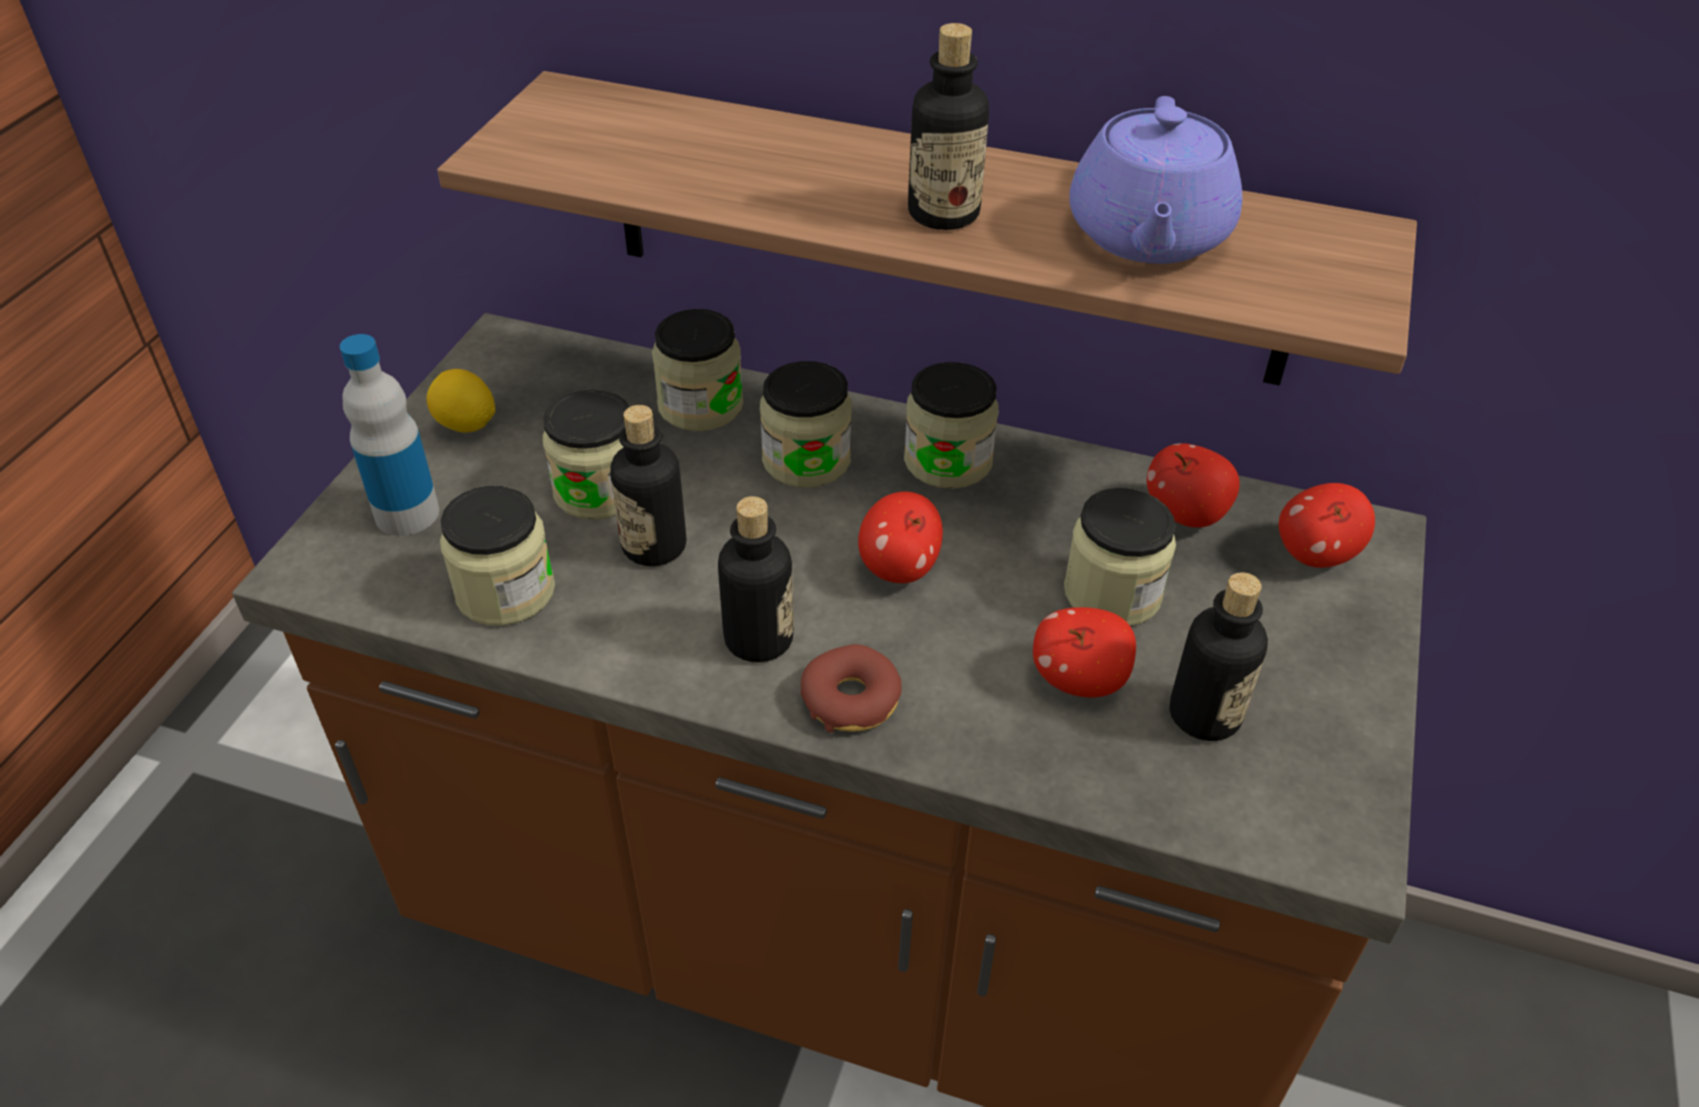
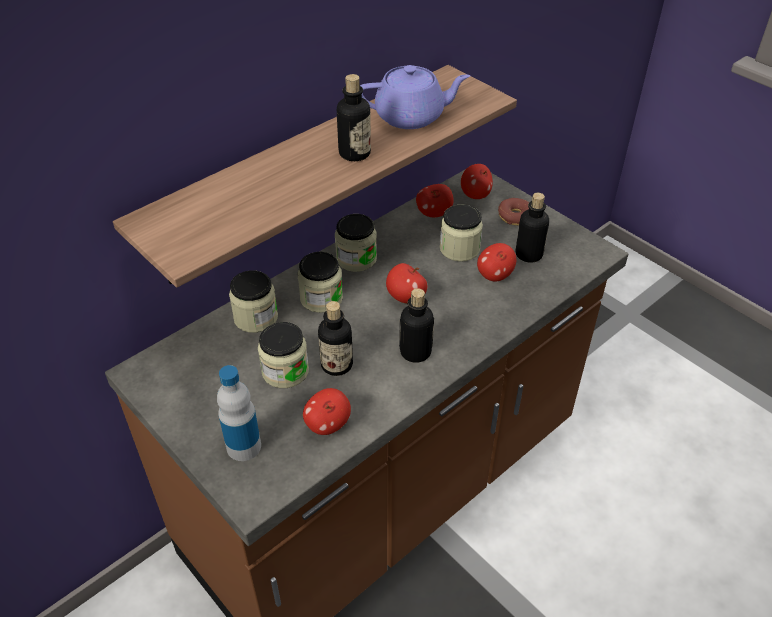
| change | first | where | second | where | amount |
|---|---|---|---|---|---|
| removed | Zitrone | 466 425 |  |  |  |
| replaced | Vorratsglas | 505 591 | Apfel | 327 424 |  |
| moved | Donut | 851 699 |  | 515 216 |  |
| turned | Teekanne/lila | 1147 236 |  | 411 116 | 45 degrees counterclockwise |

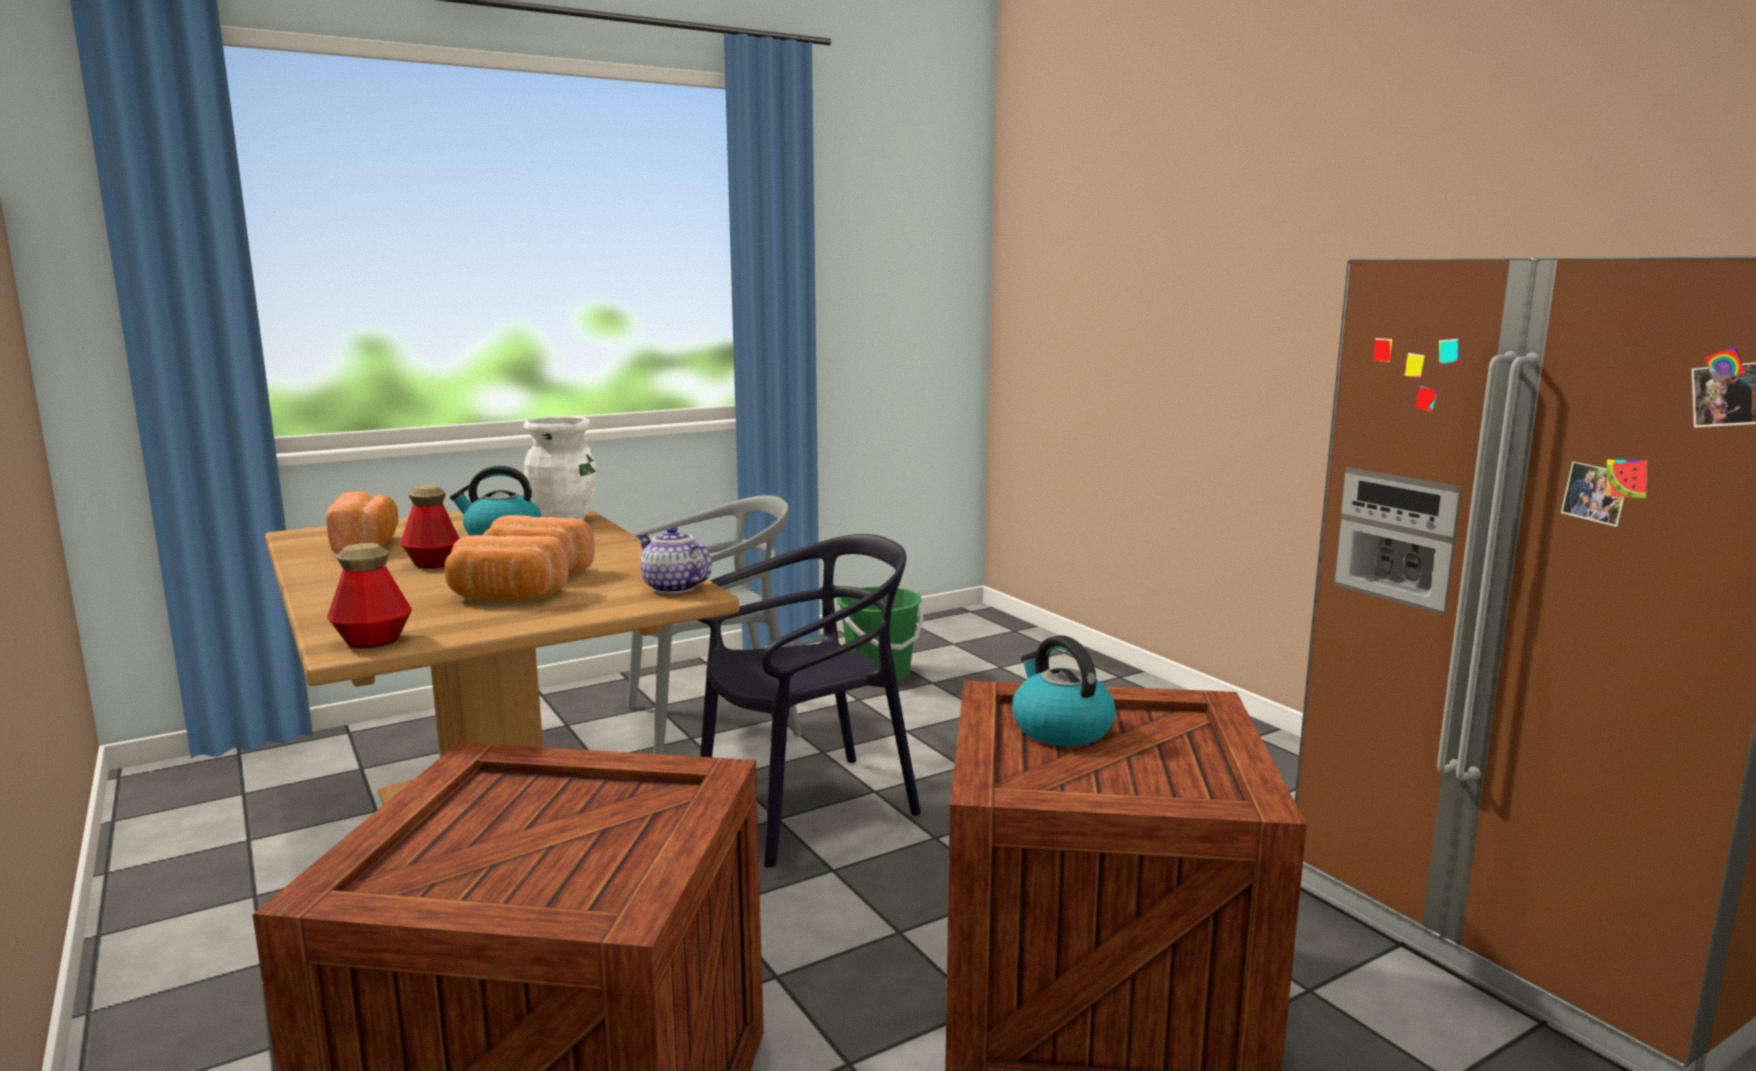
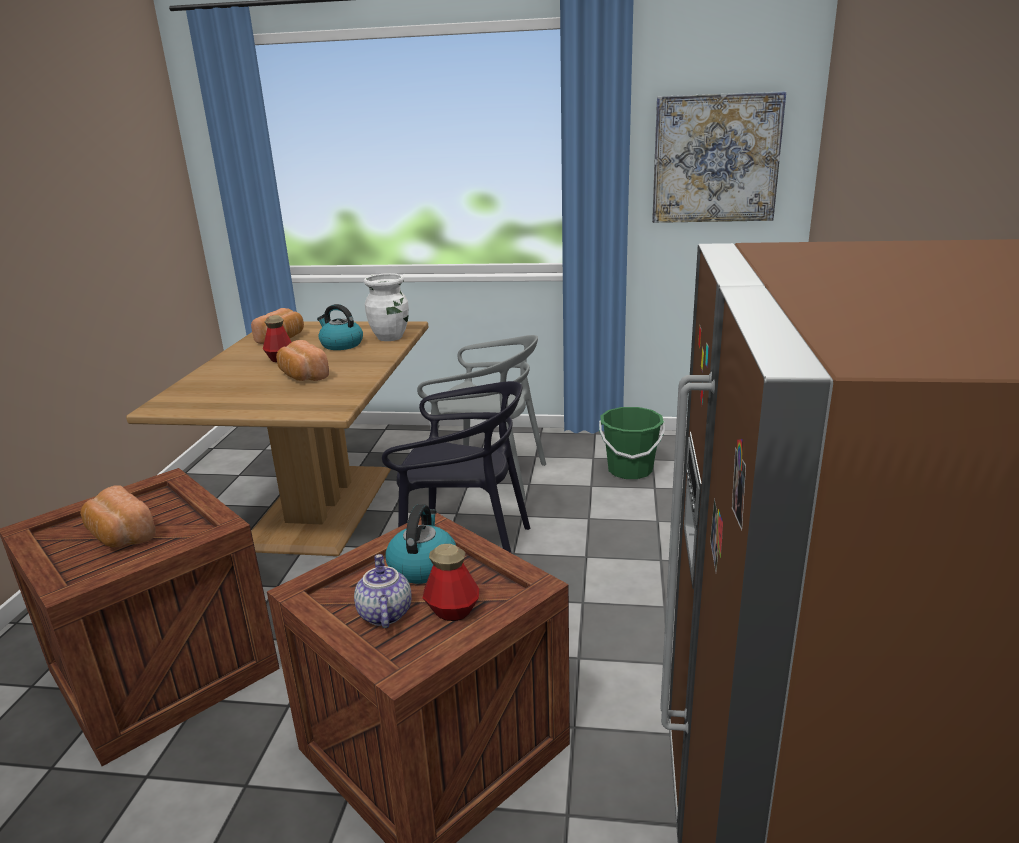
| change | first | where | second | where | amount |
|---|---|---|---|---|---|
| moved | Flasche | 373 641 |  | 452 611 |  |
| moved | Brot | 505 596 |  | 119 536 |  |
| moved | Teekanne | 672 588 |  | 383 614 |  |
| added |  |  | Bild | 715 159 |  |

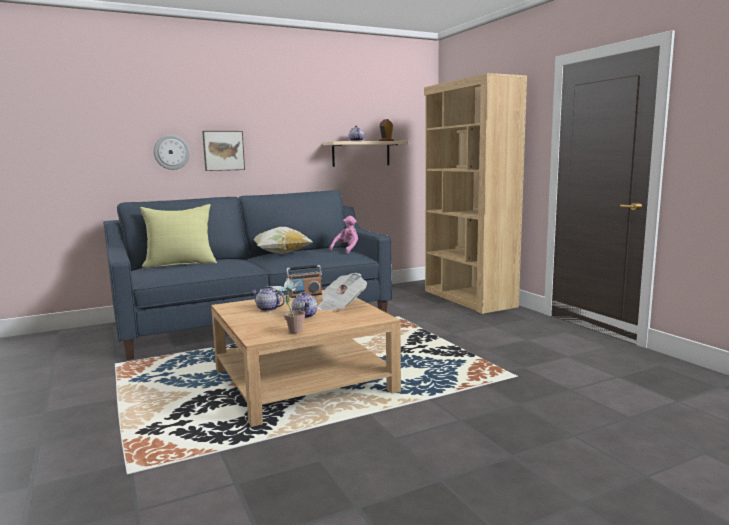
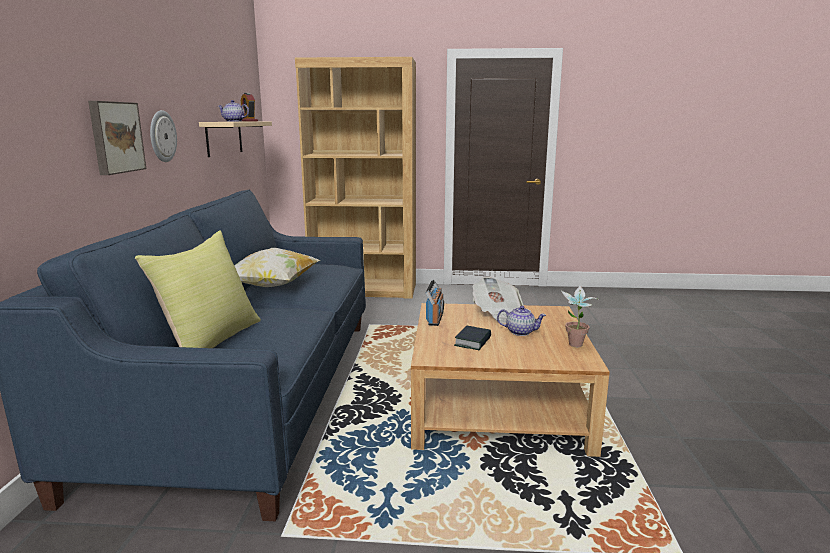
| change | first | where | second | where | amount |
|---|---|---|---|---|---|
| moved | Wanduhr | 171 152 |  | 162 136 |  |
| replaced | Teekanne | 268 309 | Buch | 473 342 |  |
| removed | Plüschtier/rosa | 347 250 |  |  |  |

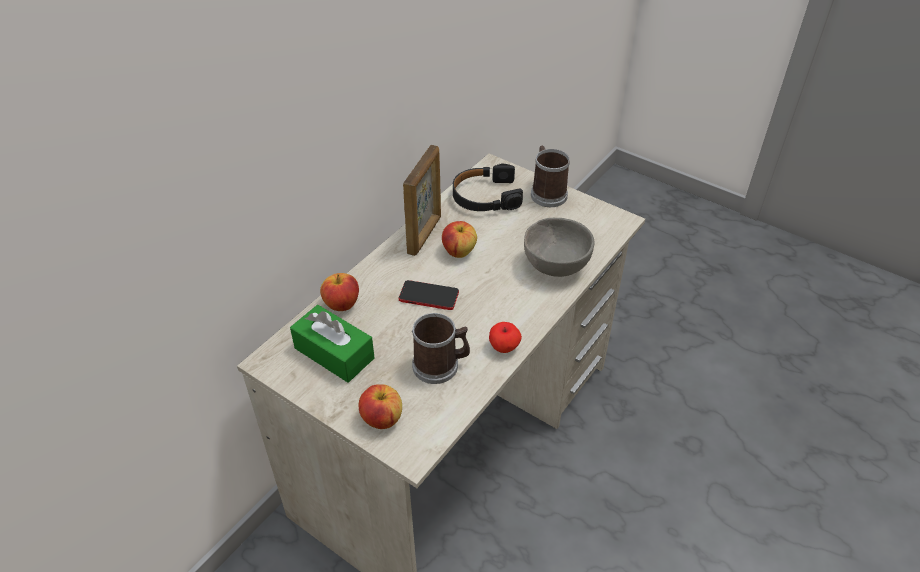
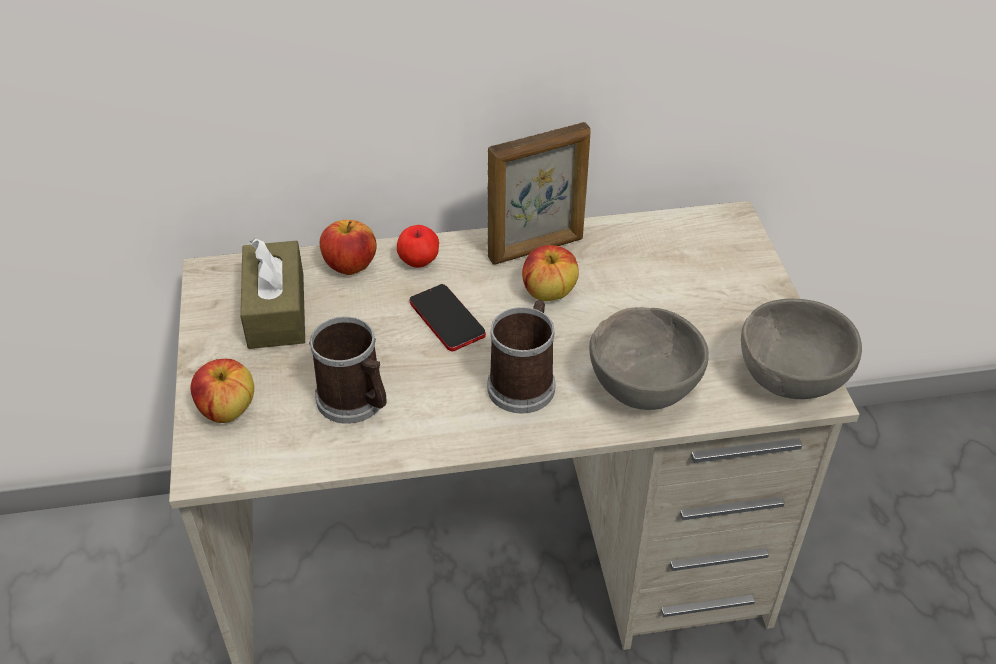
| change | first | where | second | where | amount |
|---|---|---|---|---|---|
| recoloured | Taschentuchbox/grün | 334 353 | Taschentuchbox/braun | 276 310 |  |
| removed | Kopfhörer/schwarz | 485 197 |  |  |  |
| moved | Apfel | 504 347 |  | 419 262 |  |
| moved | Henkelbecher | 547 193 |  | 524 382 |  |
| added |  |  | Schüssel/grau | 789 377 |  |

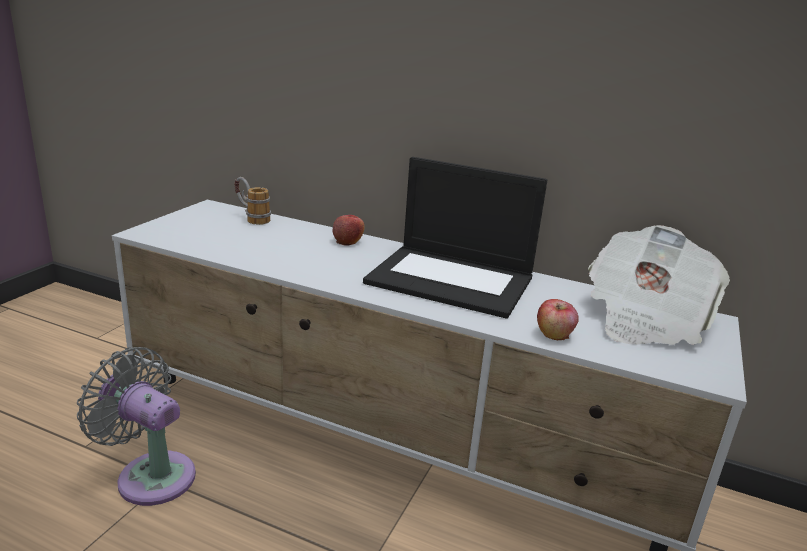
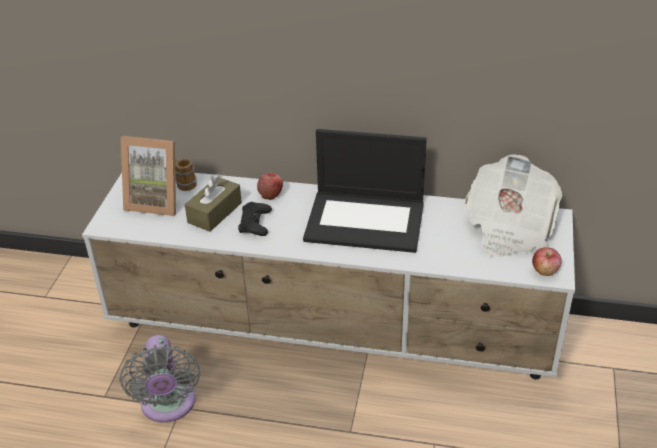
| change | first | where | second | where | amount |
|---|---|---|---|---|---|
| turned | Ventilator/grau | 151 475 |  | 168 406 | 120 degrees counterclockwise |
| moved | Apfel | 554 334 |  | 545 270 |  |
| added |  |  | Bilderrahmen | 156 201 |  |
| added |  |  | Taschentuchbox/braun | 214 213 |  |
| added |  |  | Gamepad/schwarz | 255 223 |  |

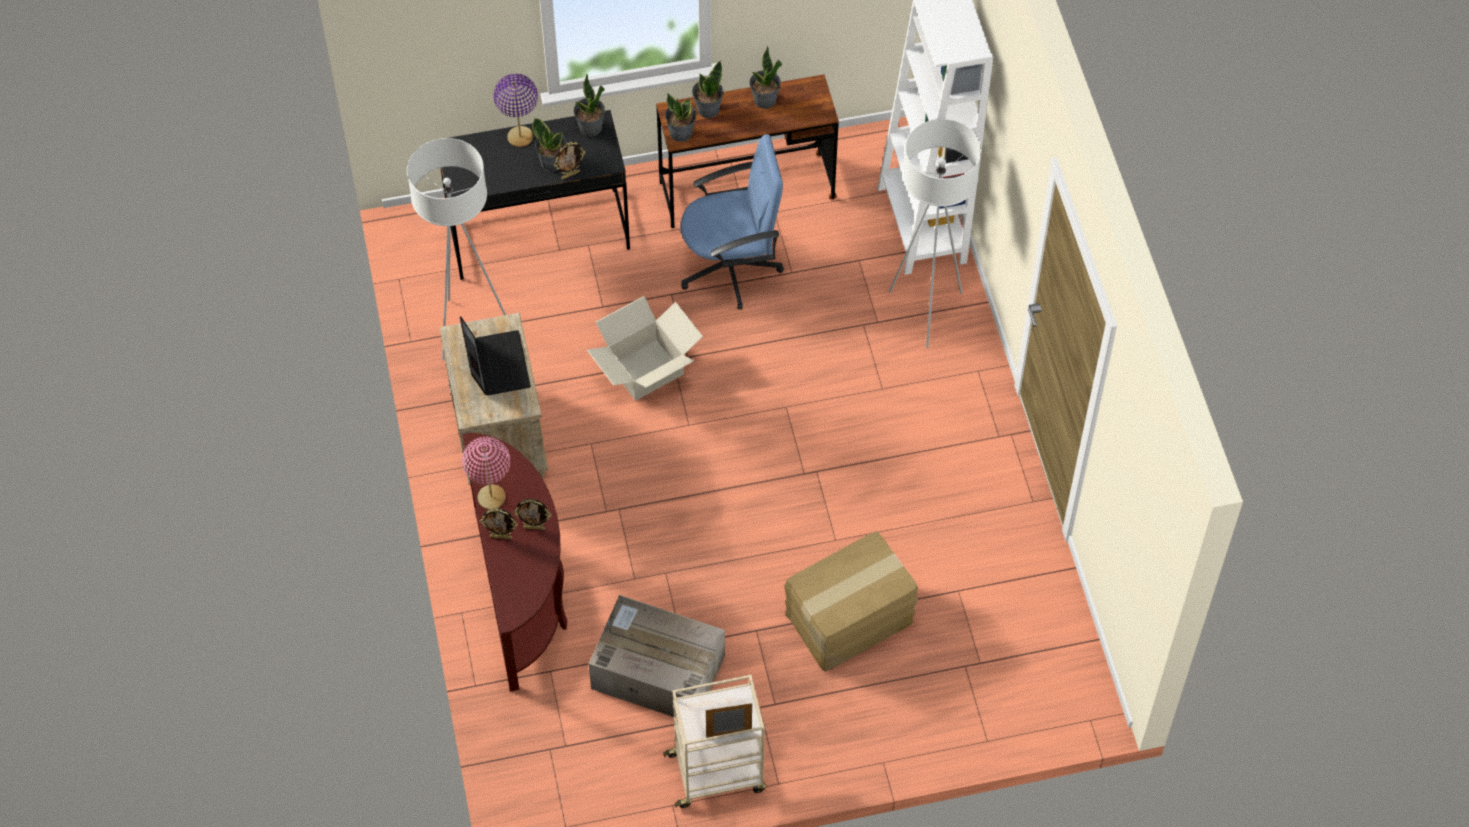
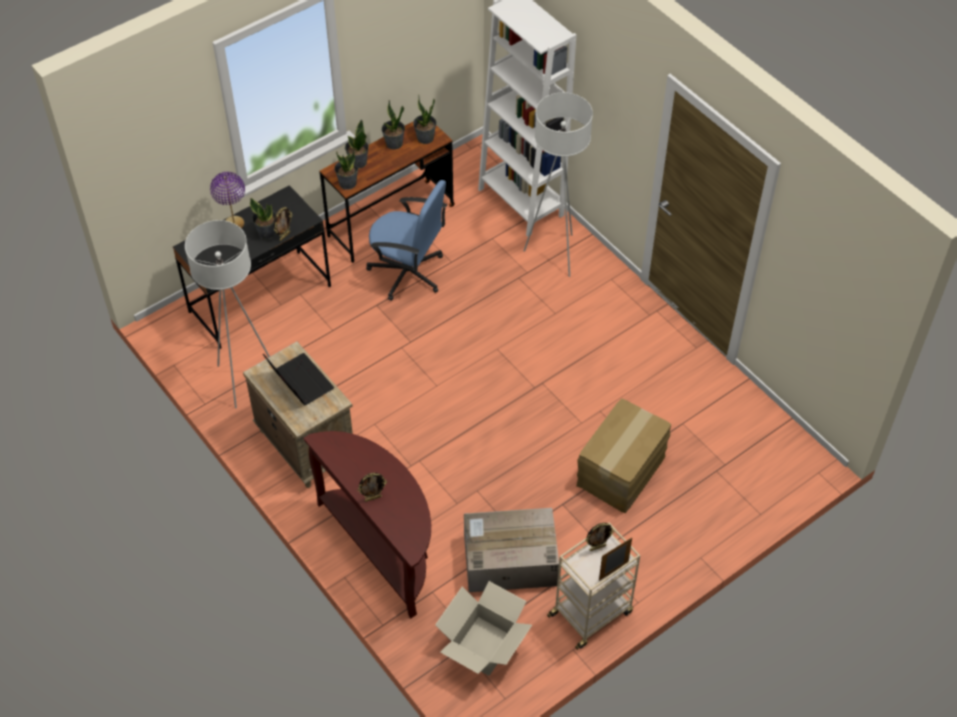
| change | first | where | second | where | amount |
|---|---|---|---|---|---|
| removed | Tischlampe/rosa | 491 497 |  |  |  |
| moved | Bilderrahmen | 534 527 |  | 597 547 |  |
| moved | Topfpflanze | 590 128 |  | 425 138 |  |
| moved | Karton | 645 369 |  | 482 645 |  |
| turned | Bürostuhl/blau | 731 267 |  | 408 273 | 60 degrees clockwise |

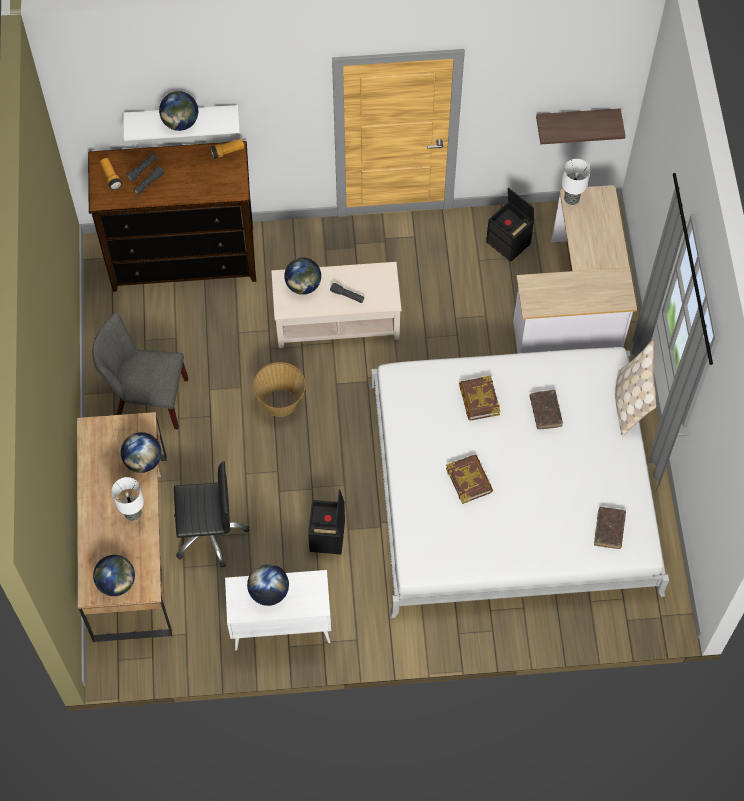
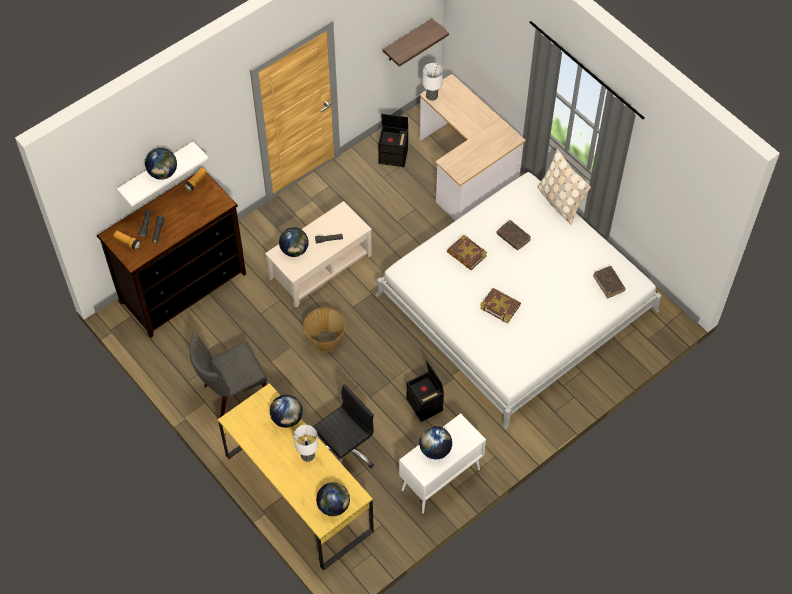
| change | first | where | second | where | amount |
|---|---|---|---|---|---|
| recoloured | Schreibtisch/braun | 131 546 | Schreibtisch/gelb | 298 493 |  |

